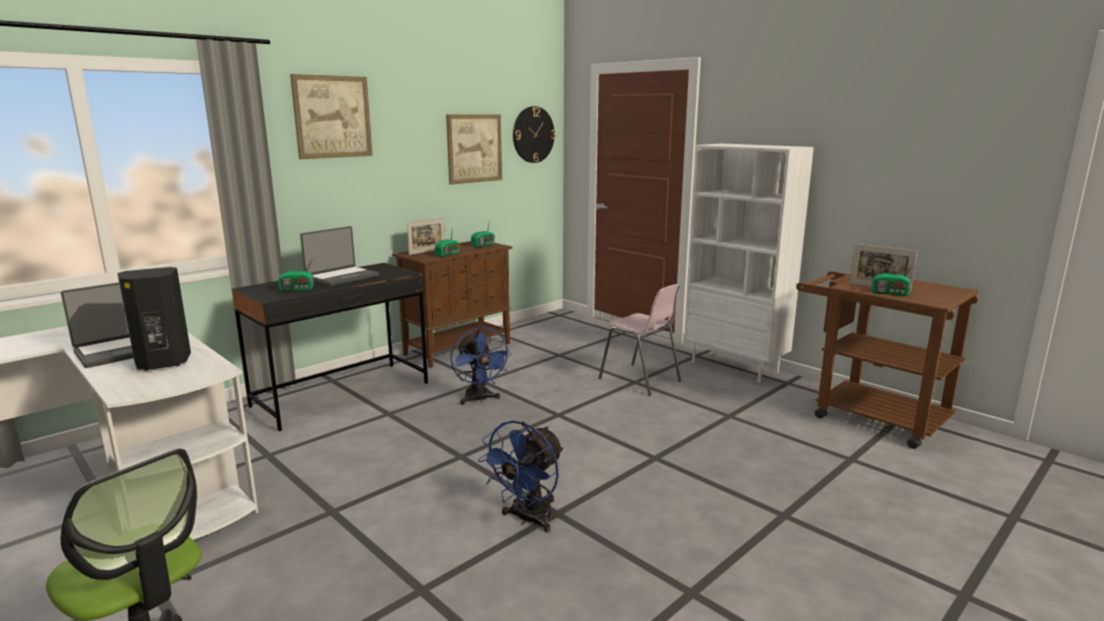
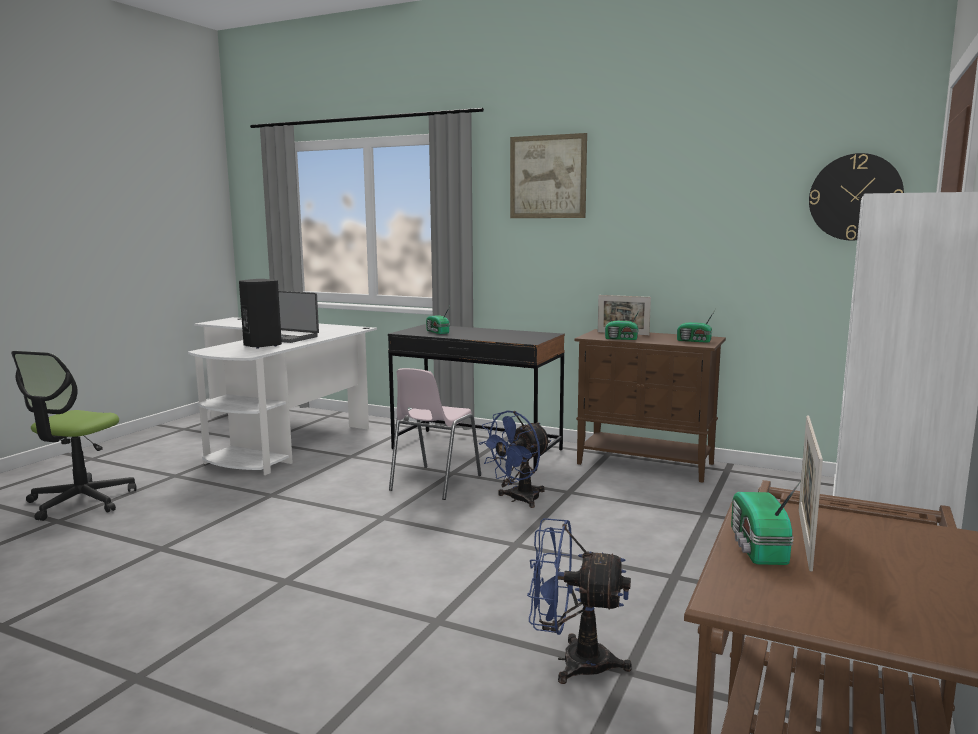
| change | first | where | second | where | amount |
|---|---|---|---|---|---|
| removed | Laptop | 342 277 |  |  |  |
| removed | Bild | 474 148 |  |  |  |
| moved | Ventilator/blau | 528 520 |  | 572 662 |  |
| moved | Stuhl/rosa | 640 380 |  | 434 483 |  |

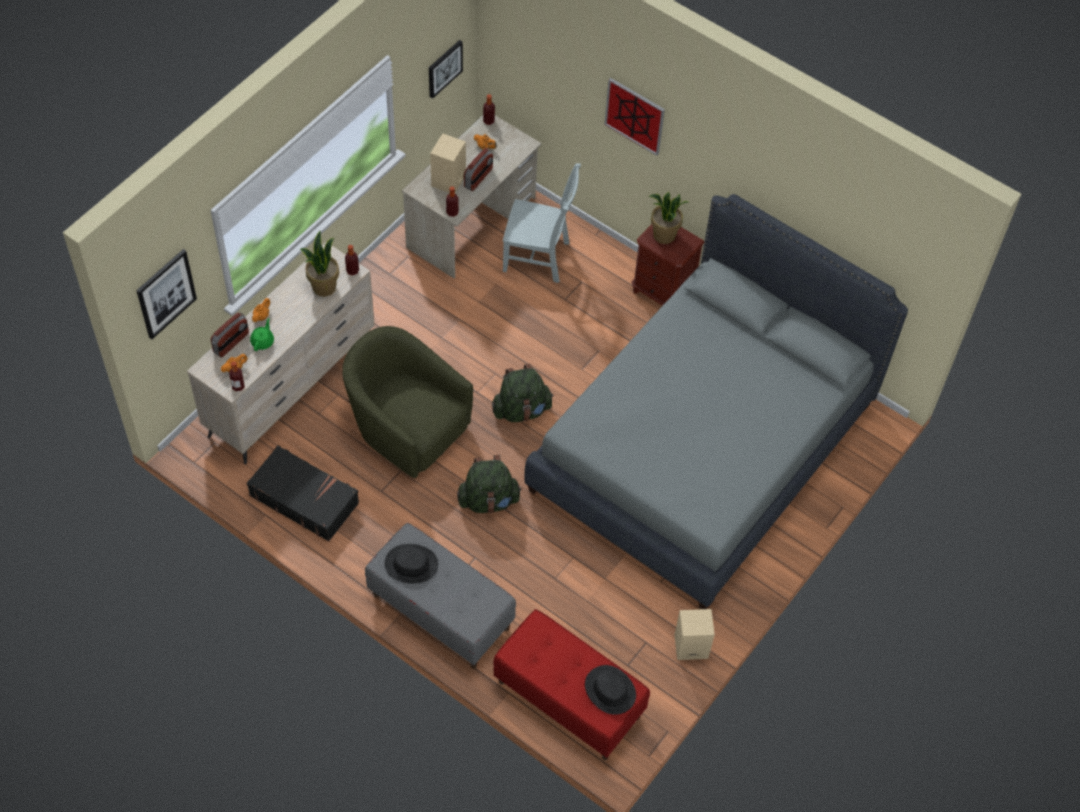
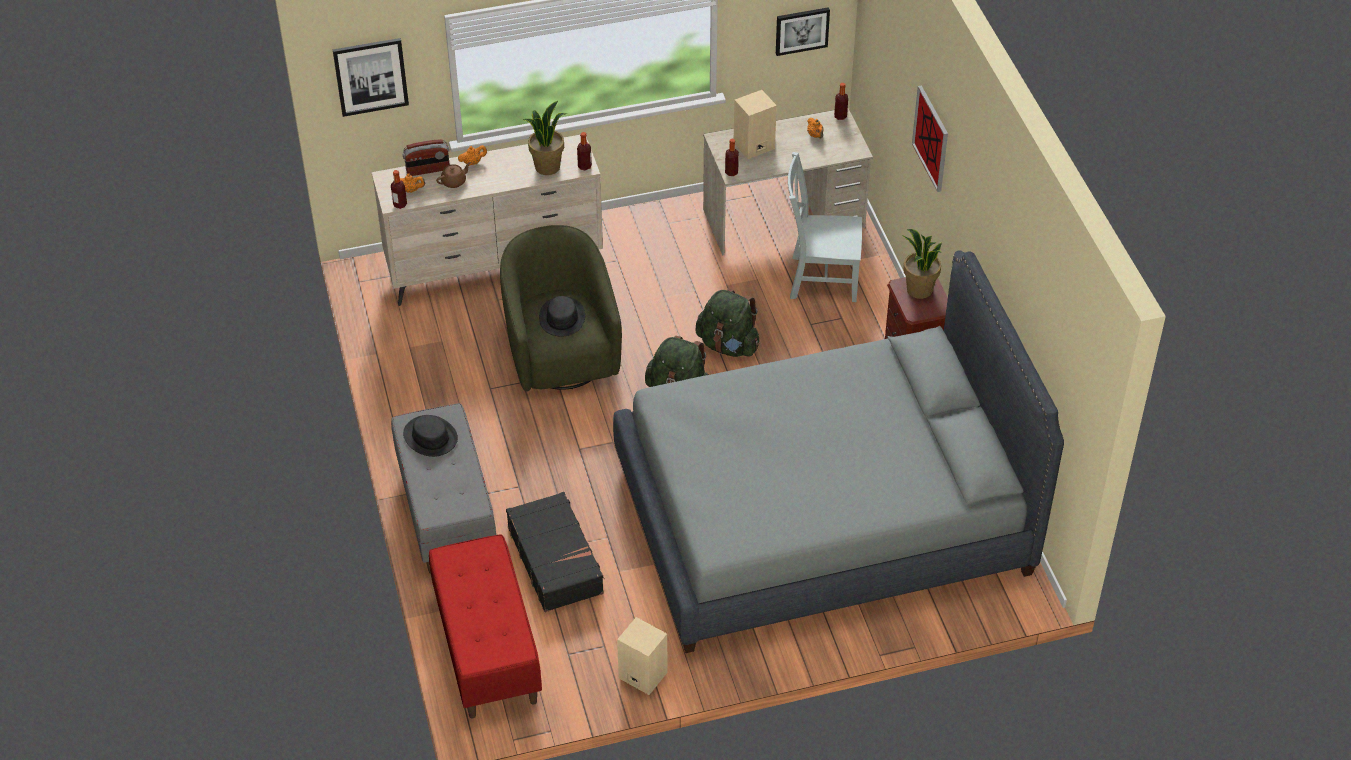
| change | first | where | second | where | amount |
|---|---|---|---|---|---|
| moved | Koffer/schwarz | 304 498 |  | 556 560 |  |
| recoloured | Teekanne/grün | 263 341 | Teekanne/braun | 454 182 |  |
| moved | Rucksack/grün | 488 500 |  | 728 345 |  |
| removed | Radio | 478 178 |  |  |  |
| turned | Stuhl/grau | 539 258 |  | 820 278 | 135 degrees clockwise |
| moved | Hut/schwarz | 610 690 |  | 562 317 |  |

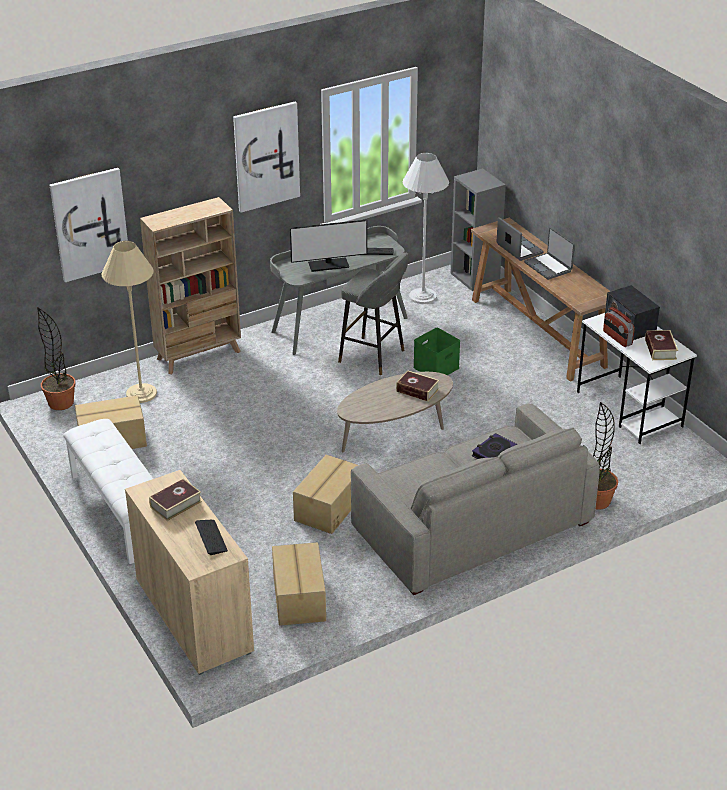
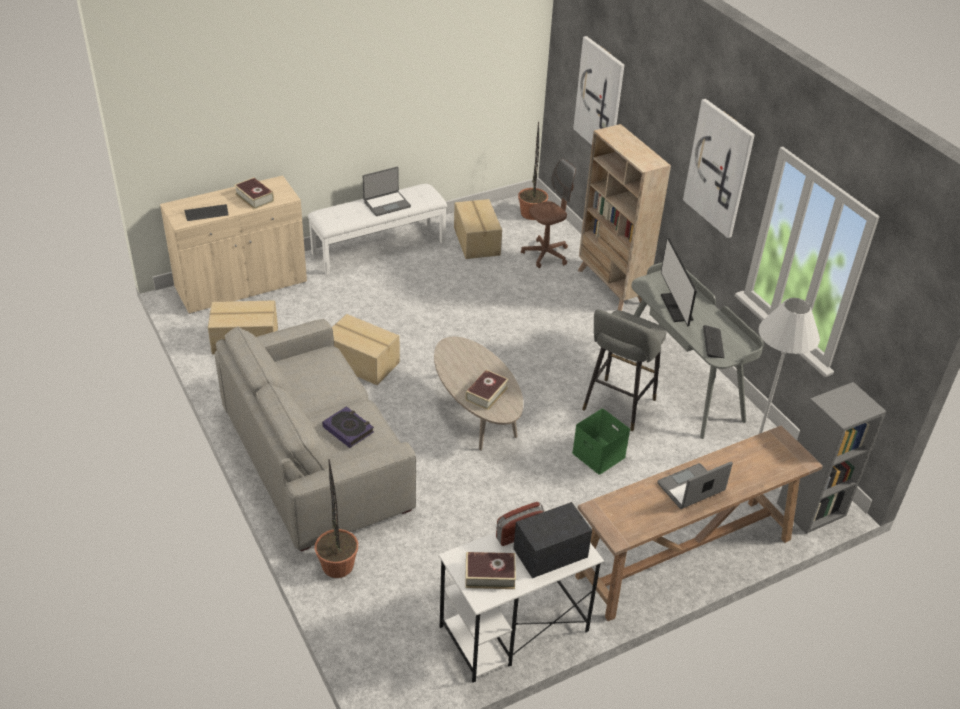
| change | first | where | second | where | amount |
|---|---|---|---|---|---|
| replaced | Stehlampe/beige | 141 393 | Bürostuhl/braun | 546 255 |  |
| moved | Laptop | 518 249 |  | 386 204 |  |

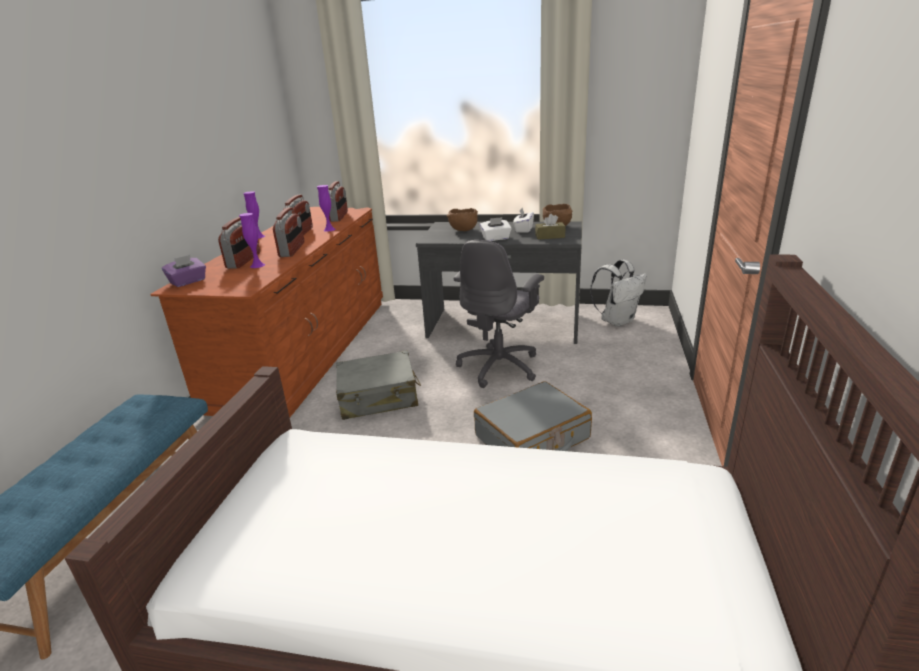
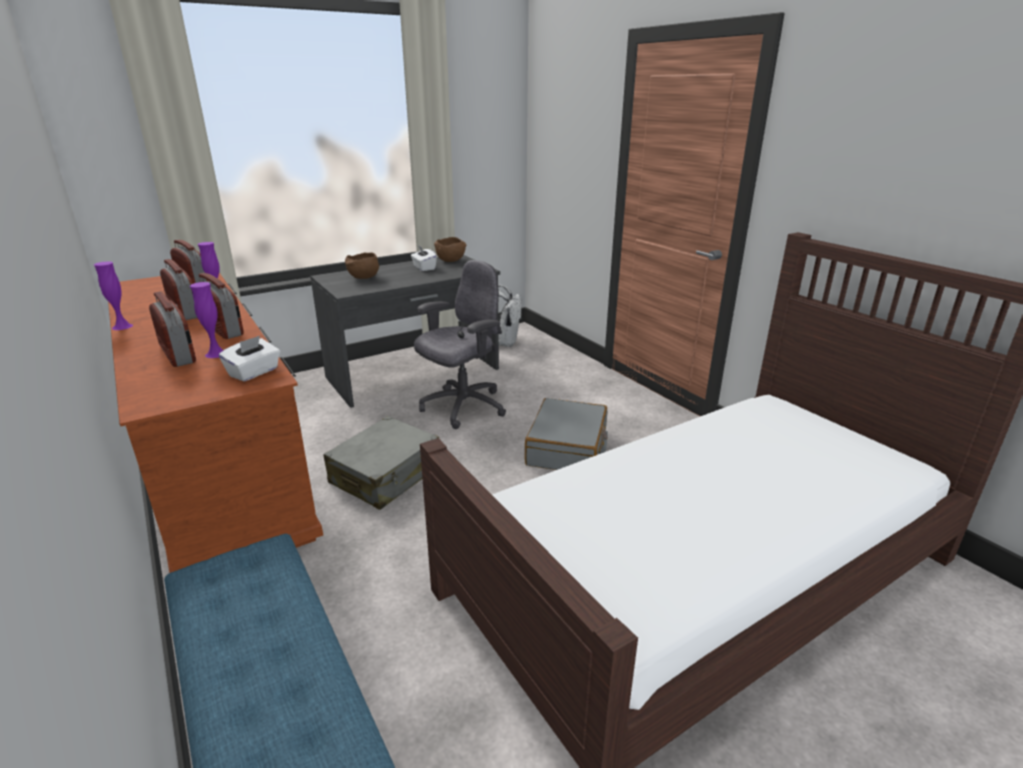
| change | first | where | second | where | amount |
|---|---|---|---|---|---|
| removed | Taschentuchbox/lila | 188 282 |  |  |  |
| turned | Bürostuhl/grau | 500 366 |  | 462 407 | 120 degrees counterclockwise |
| moved | Taschentuchbox/weiß | 496 238 |  | 254 372 |  |
| removed | Taschentuchbox/braun | 550 236 |  |  |  |

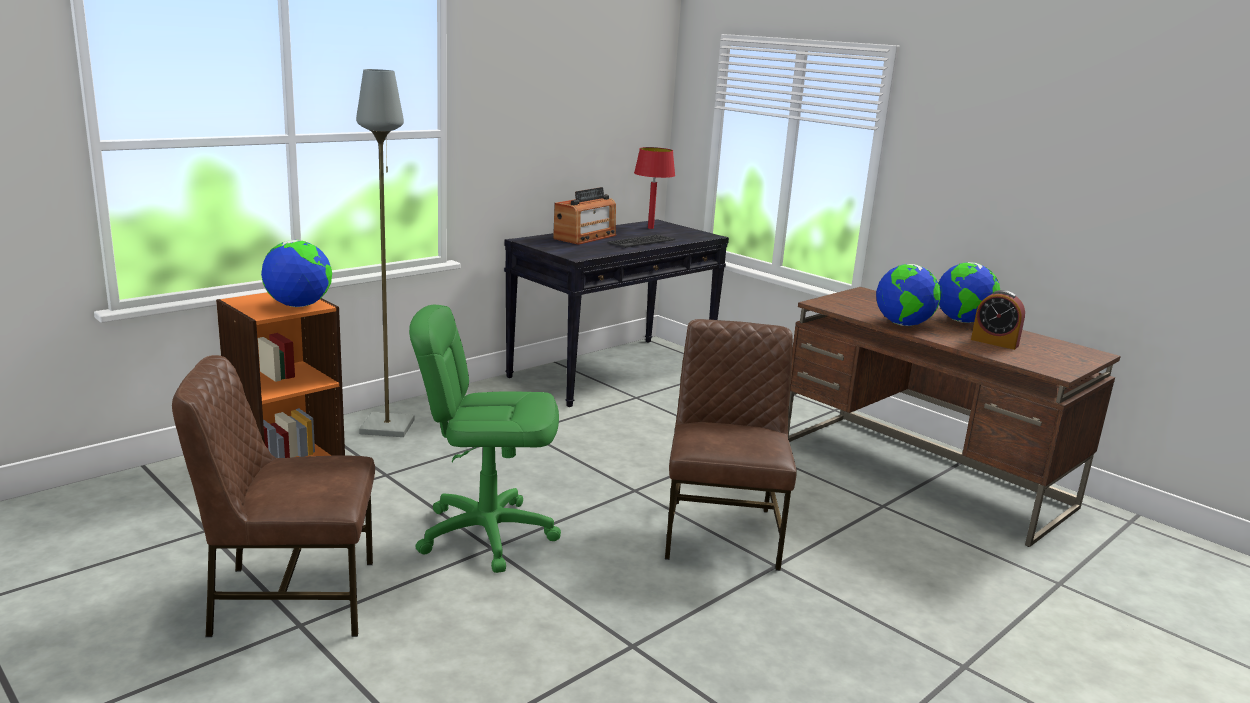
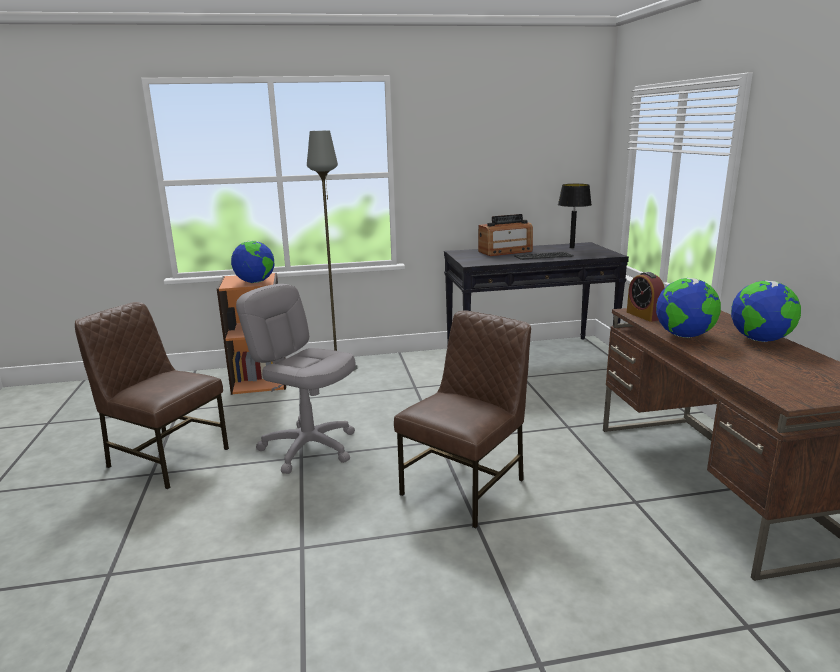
| change | first | where | second | where | amount |
|---|---|---|---|---|---|
| recoloured | Bürostuhl/grün | 486 534 | Bürostuhl/grau | 309 447 |  |
| recoloured | Tischlampe/rot | 650 228 | Tischlampe/schwarz | 572 247 |  |
| moved | Wecker | 994 342 |  | 644 315 |  |

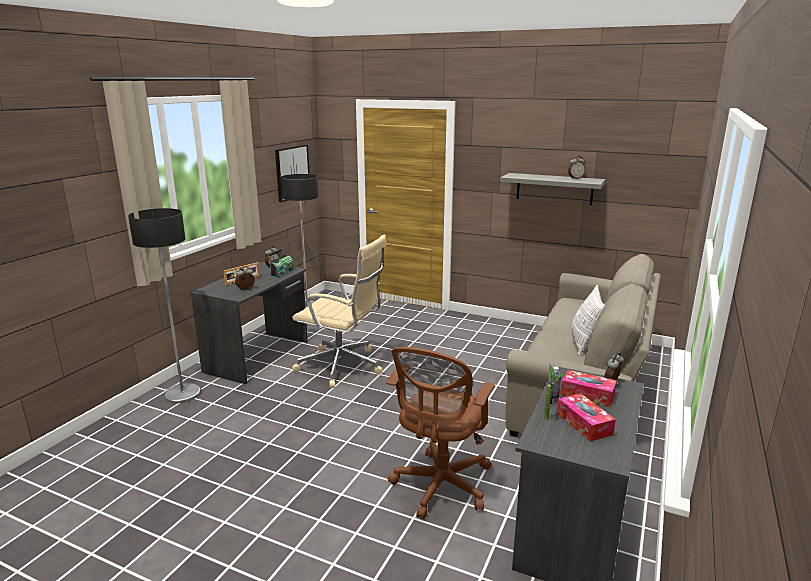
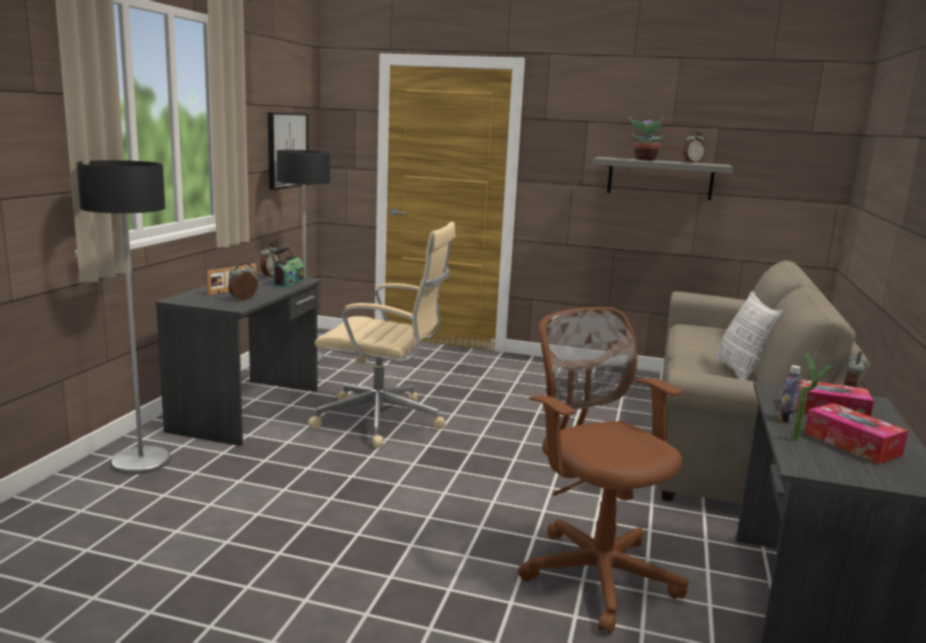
| change | first | where | second | where | amount |
|---|---|---|---|---|---|
| turned | Bürostuhl/braun | 440 487 |  | 595 571 | 135 degrees clockwise |
| added |  |  | Topfpflanze | 644 159 |  |

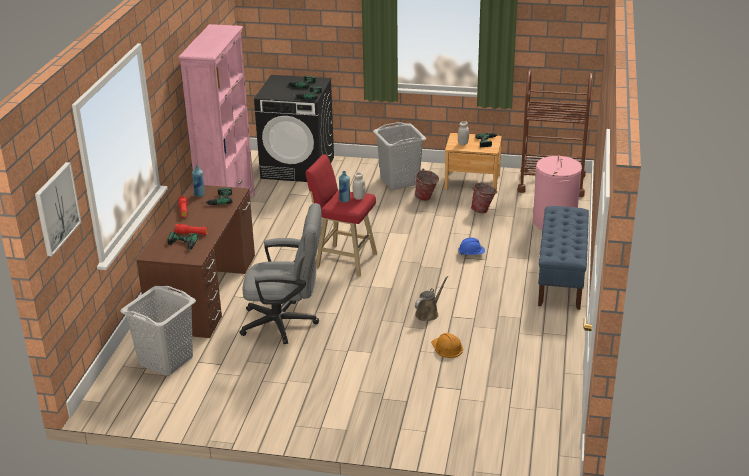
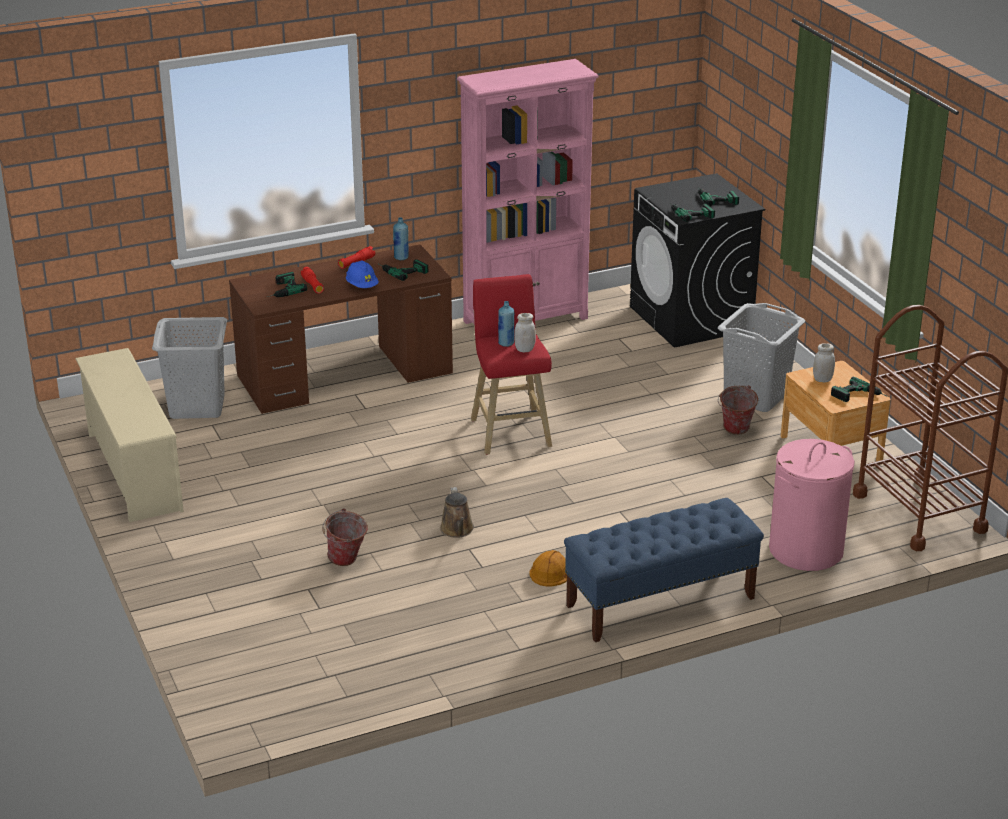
| change | first | where | second | where | amount |
|---|---|---|---|---|---|
| removed | Bild | 56 208 |  |  |  |
| removed | Bürostuhl/grau | 286 323 |  |  |  |
| turned | Gießkanne/braun | 428 313 |  | 457 530 | 75 degrees clockwise |
| moved | Schutzhelm/orange | 447 347 |  | 551 571 |  |
| moved | Schutzhelm/blau | 471 254 |  | 362 286 |  |
| moved | Eimer | 483 210 |  | 346 562 |  |
| added |  |  | Schuhregal/beige | 132 471 |  |

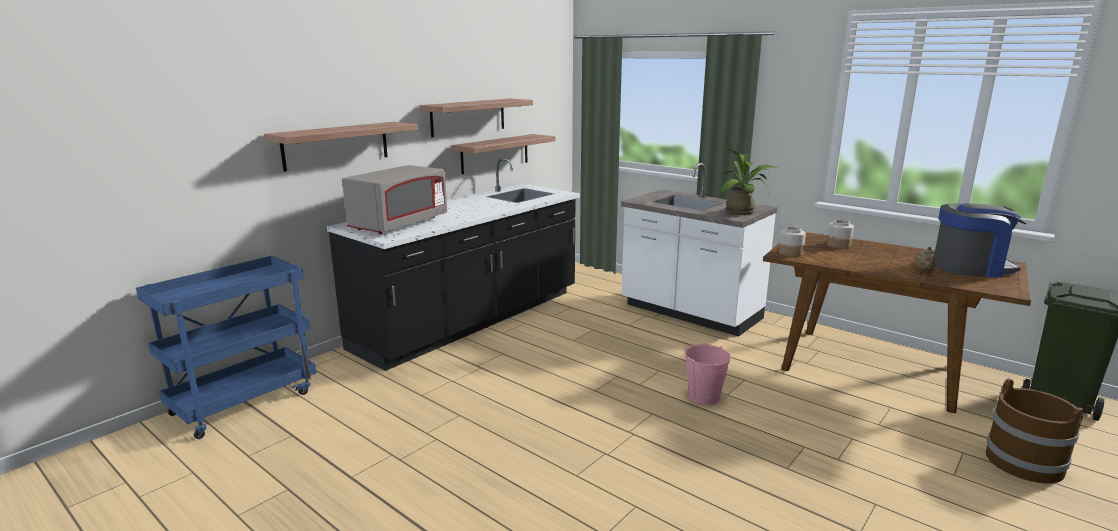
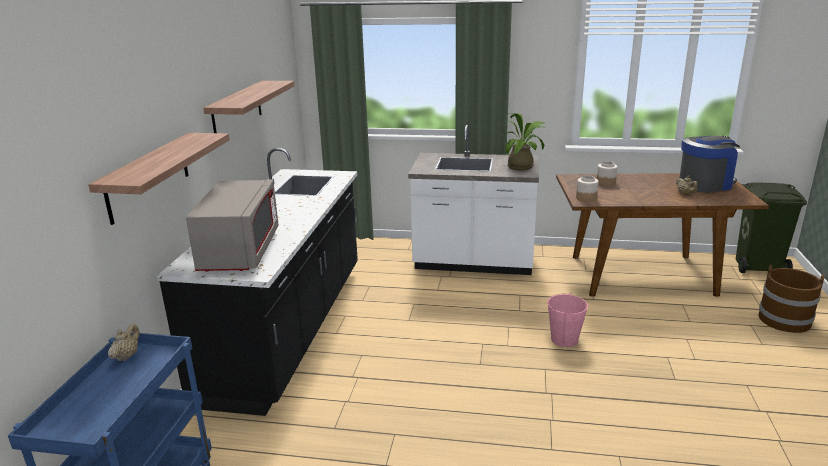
| change | first | where | second | where | amount |
|---|---|---|---|---|---|
| removed | Wandregal | 495 153 |  |  |  |
| added |  |  | Teekanne/beige | 126 356 |  |

